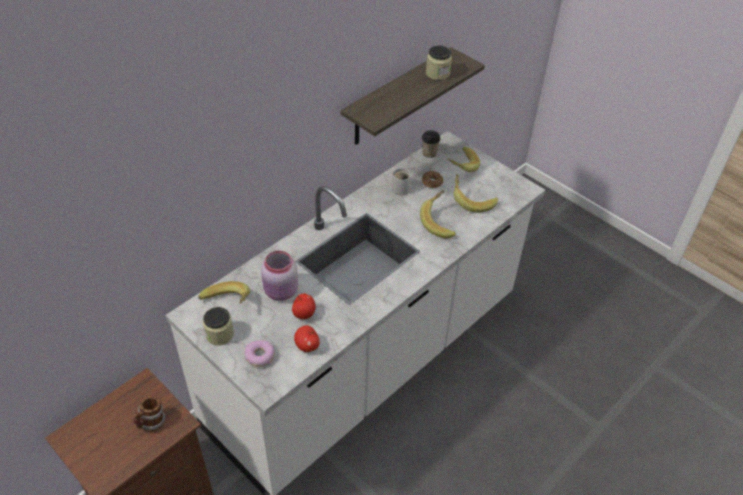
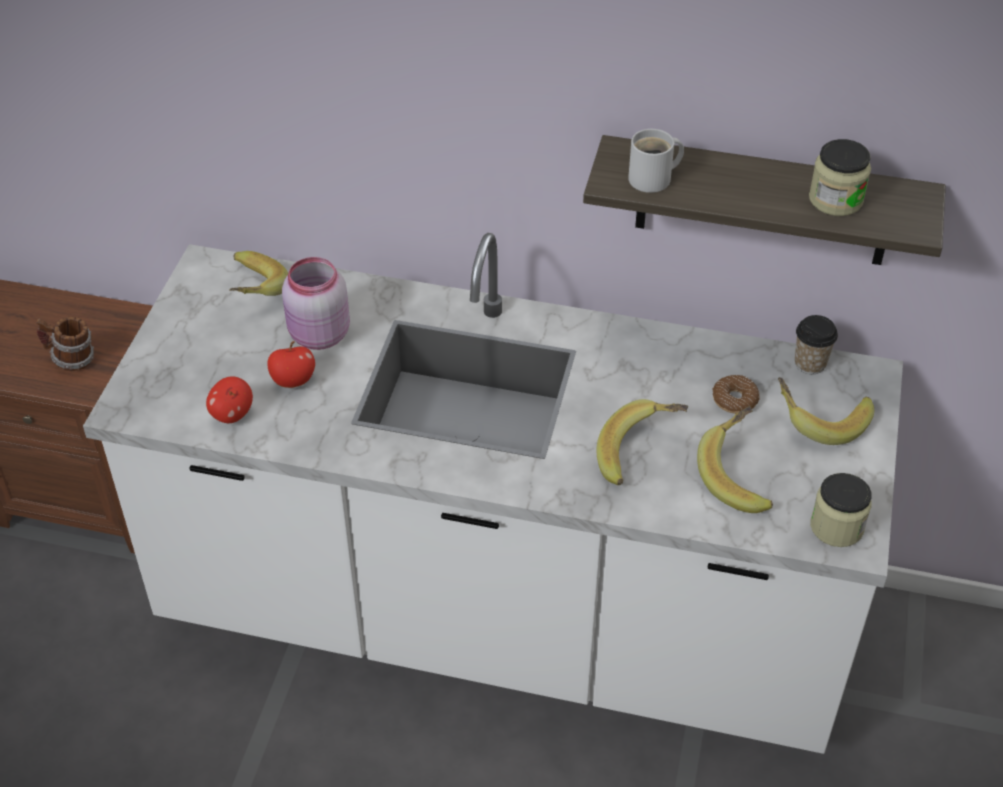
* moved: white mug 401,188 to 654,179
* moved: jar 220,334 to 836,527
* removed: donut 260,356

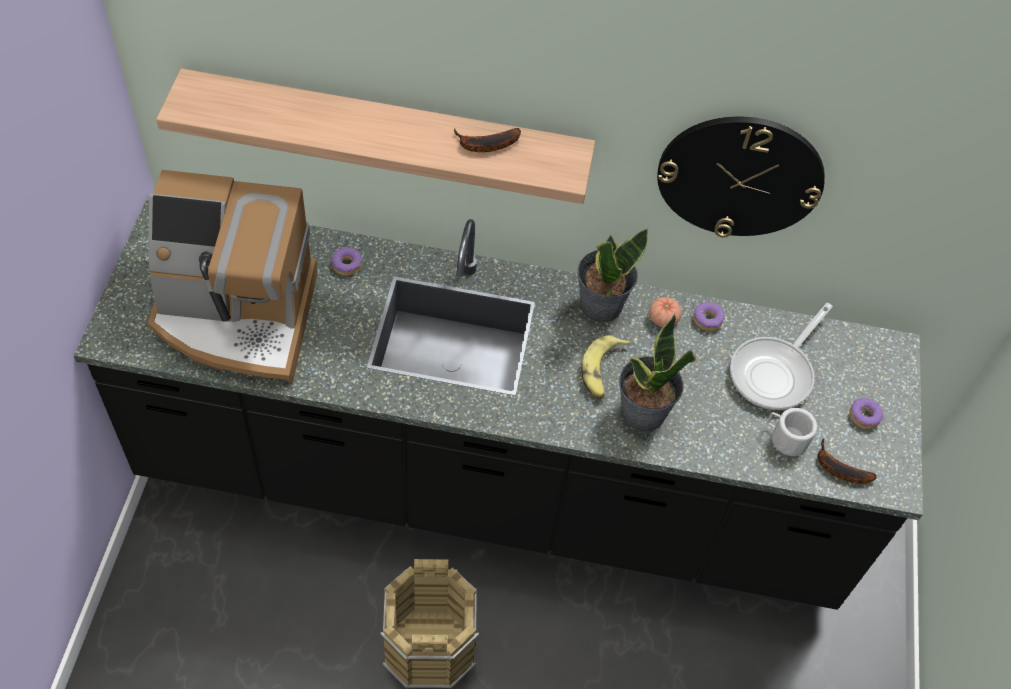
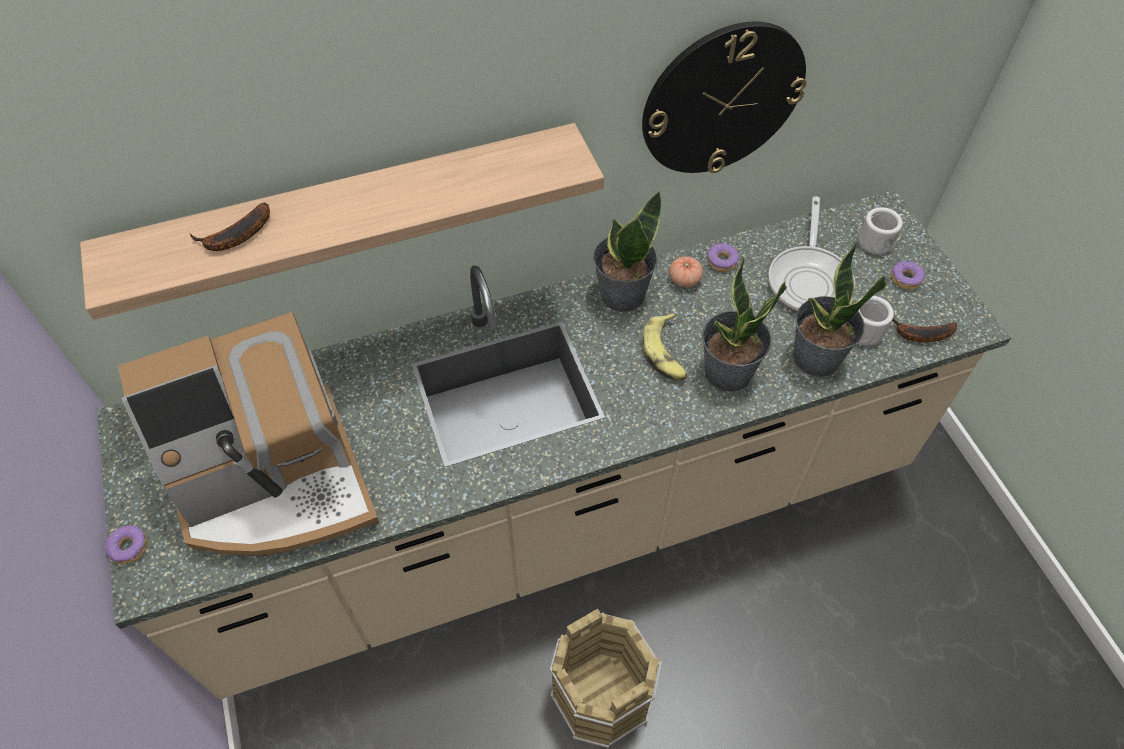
* moved: banana 485,145 to 235,237
* recoloured: black counter 490,486 to beige counter 562,517
* moved: donut 346,265 to 129,548
* added: white mug 878,240
* added: potted plant 815,358

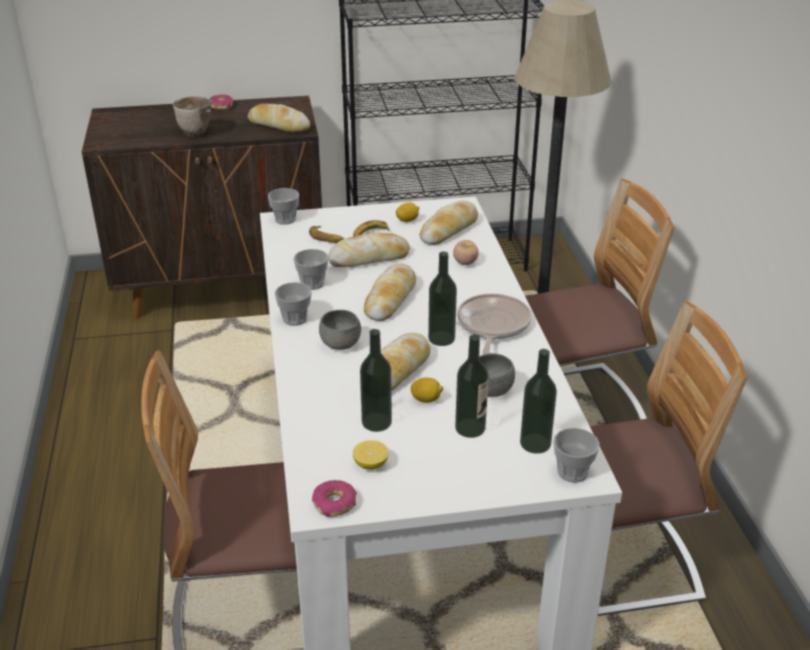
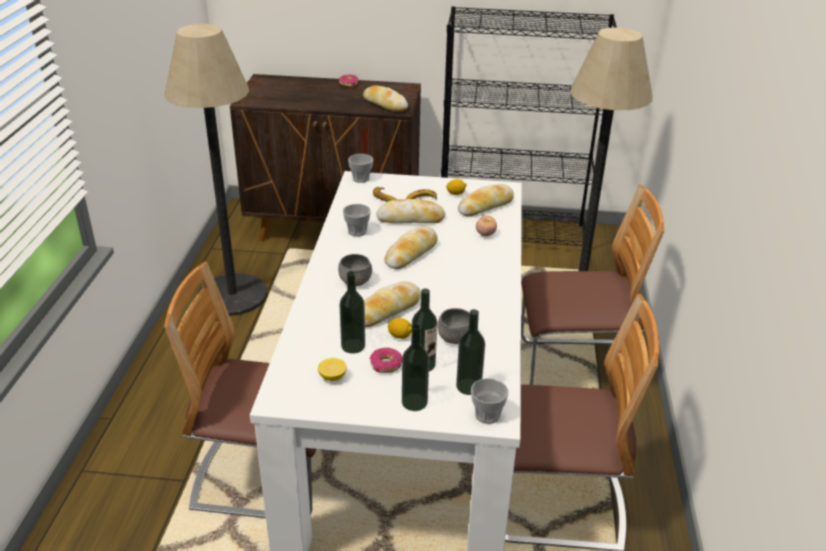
* removed: bowl 196,135
* moved: bottle 441,338 to 414,402
* removed: cup 295,319
* removed: frying pan 492,325
* moved: donut 335,504 to 386,365
* added: floor lamp 233,295

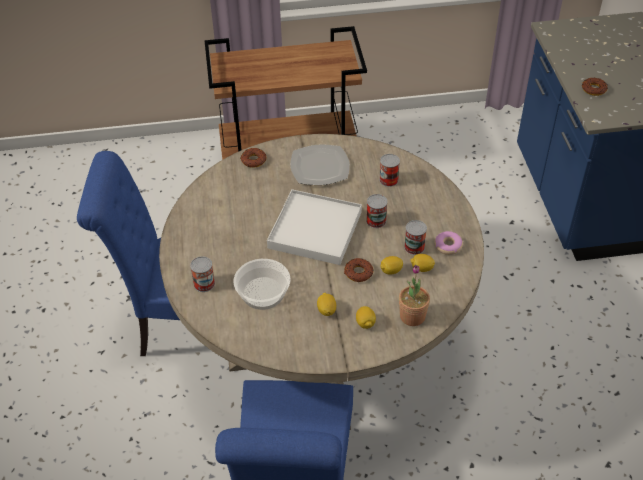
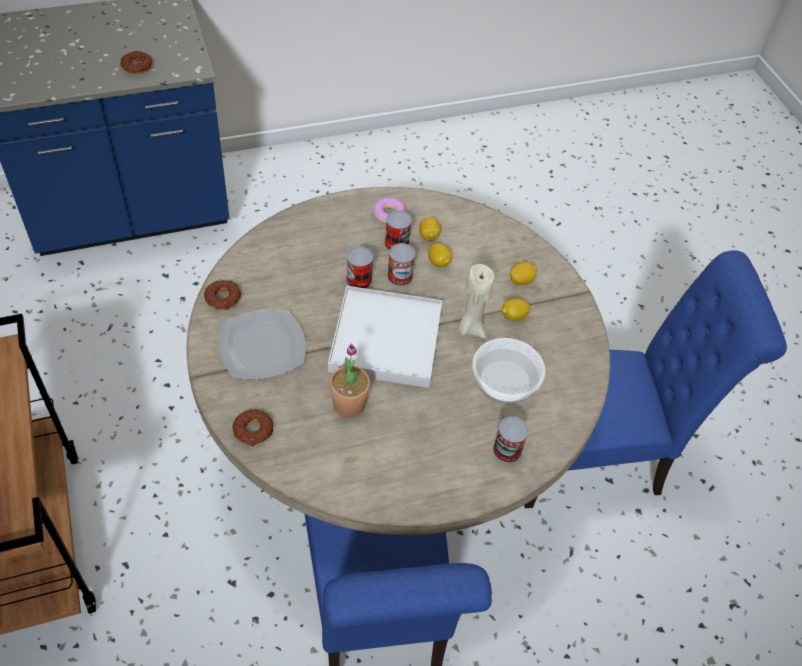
* moved: can 388,180 to 400,276
* moved: donut 358,273 to 223,298
* moved: potted plant 412,316 to 349,404
* added: beige candle 470,327

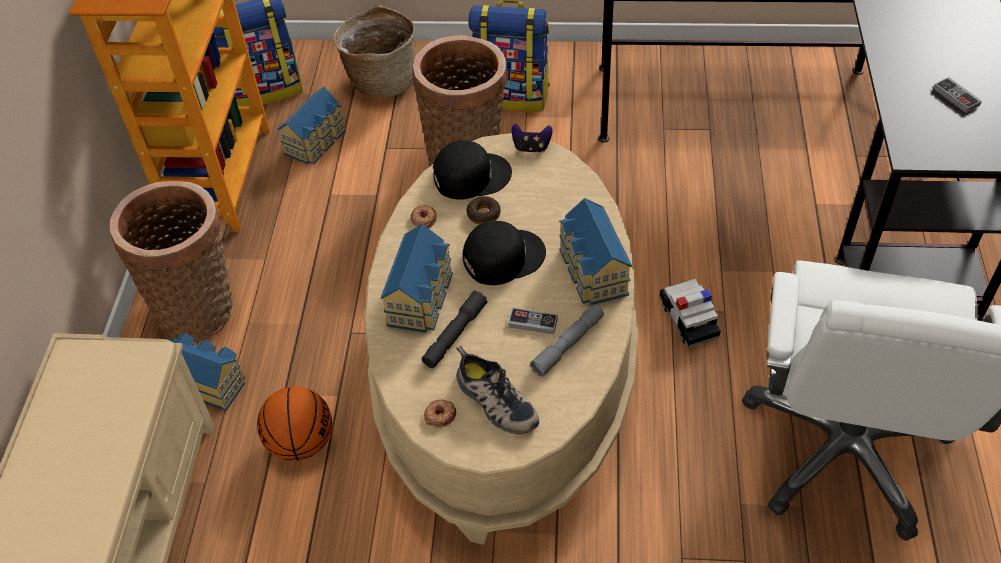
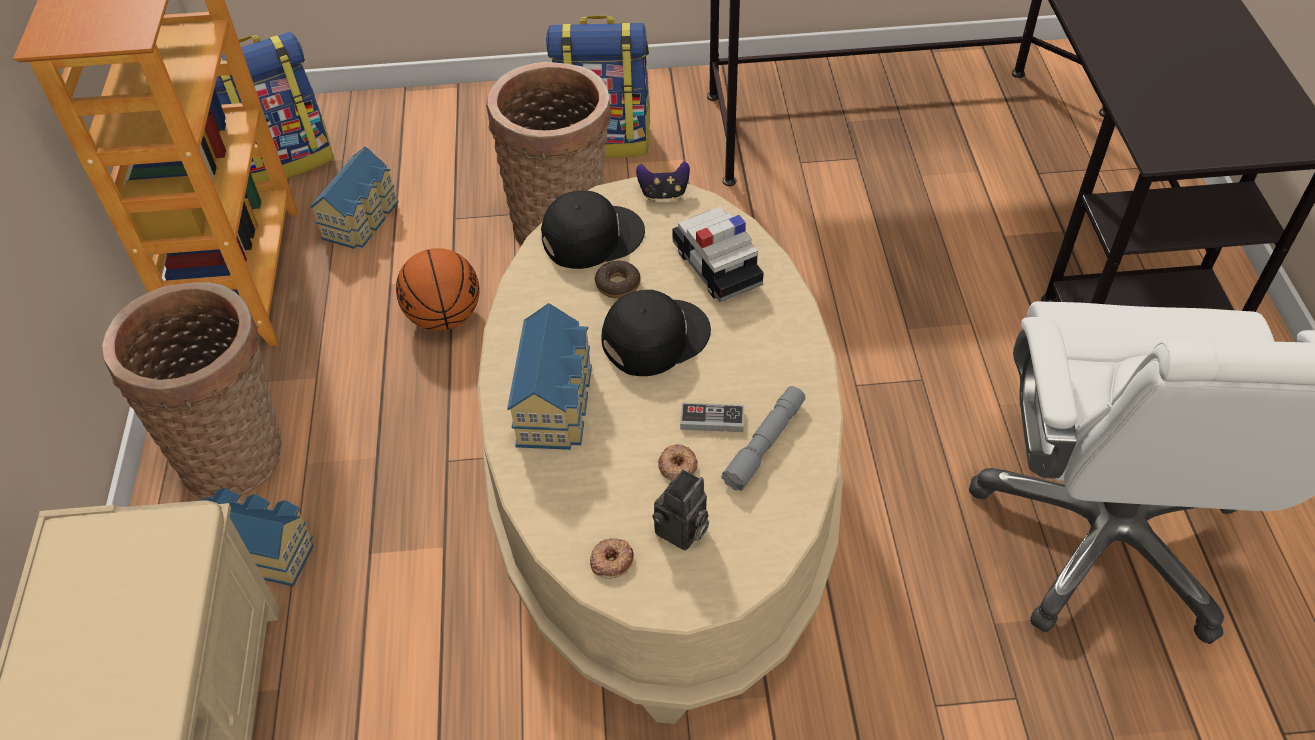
* removed: basket 381,80
* removed: game controller 956,97
* removed: toy house 591,272
* moved: donut 423,219 to 677,466
* moved: toy car 688,319 to 716,266
* removed: grey flashlight 455,334
* replaced: shoe 494,401 to photo camera 682,532
* moved: basketball 301,442 to 444,317

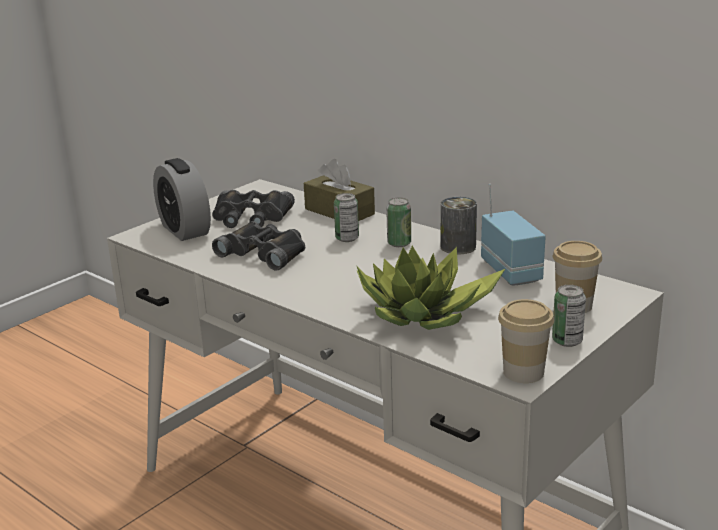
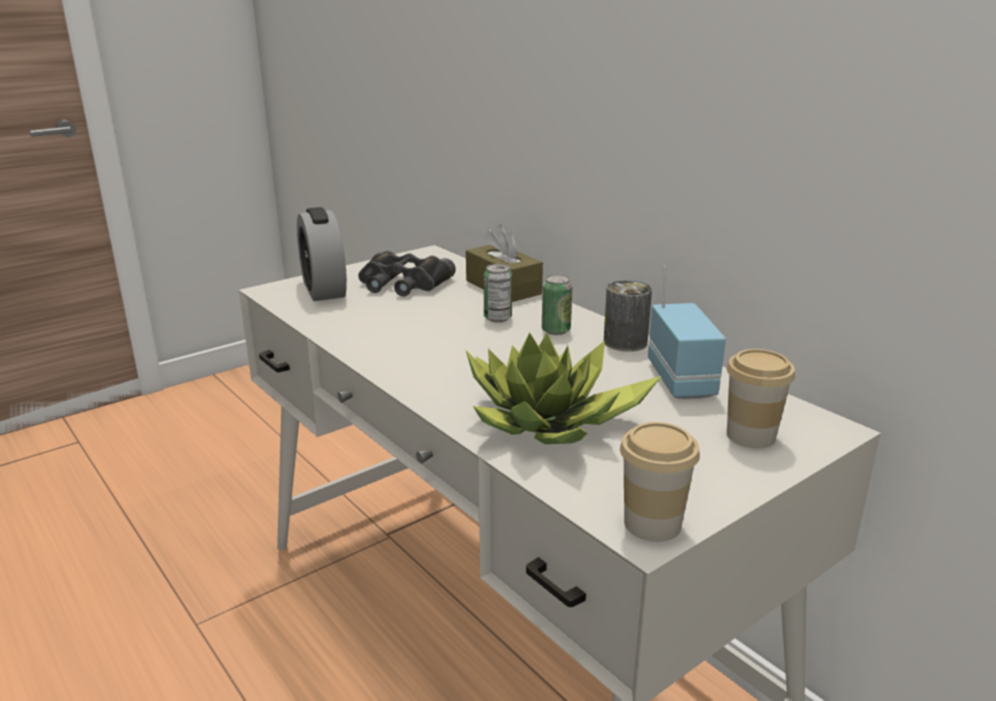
* removed: black binoculars 265,252
* removed: can 567,341

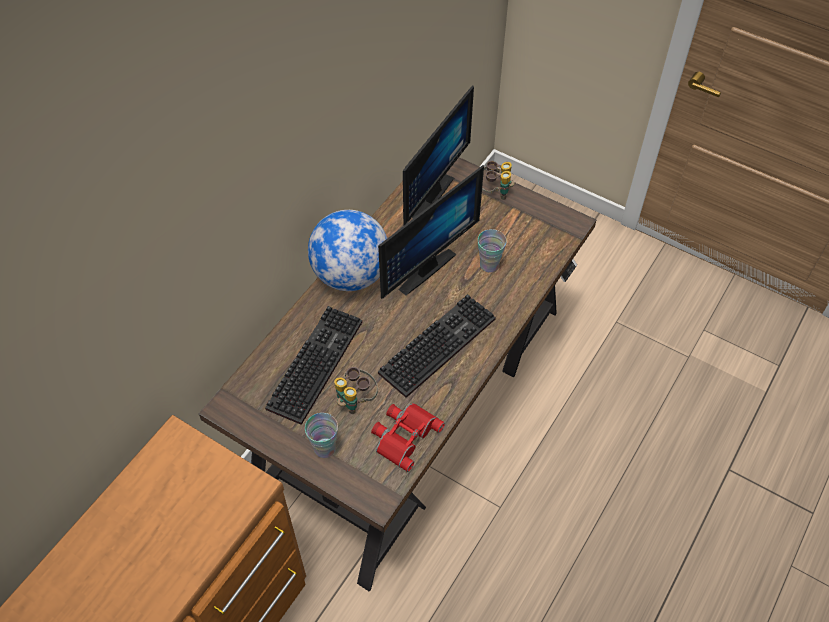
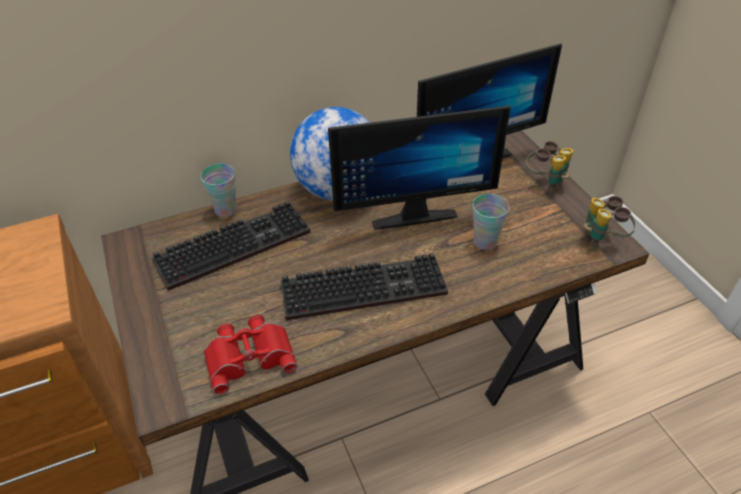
* moved: binoculars 356,400 to 602,239
* moved: cup 324,448 to 225,209

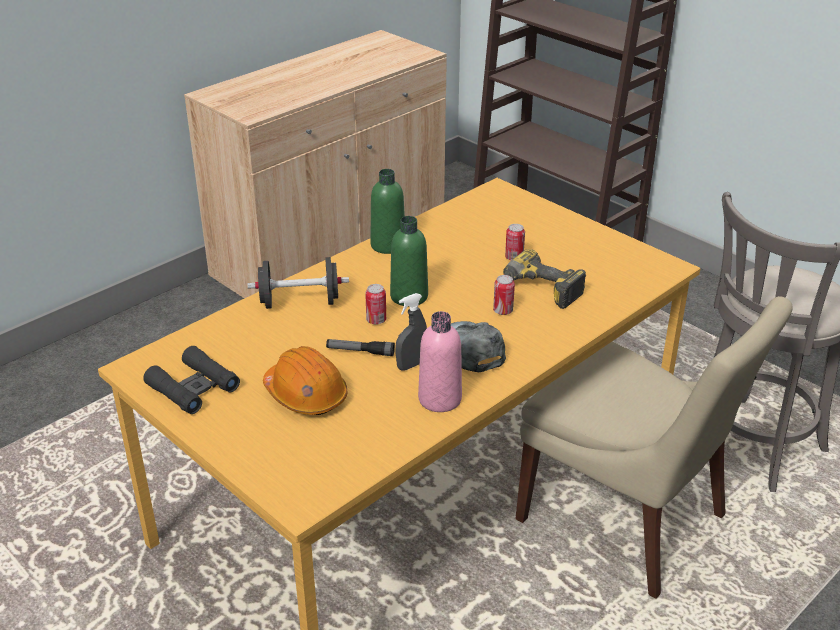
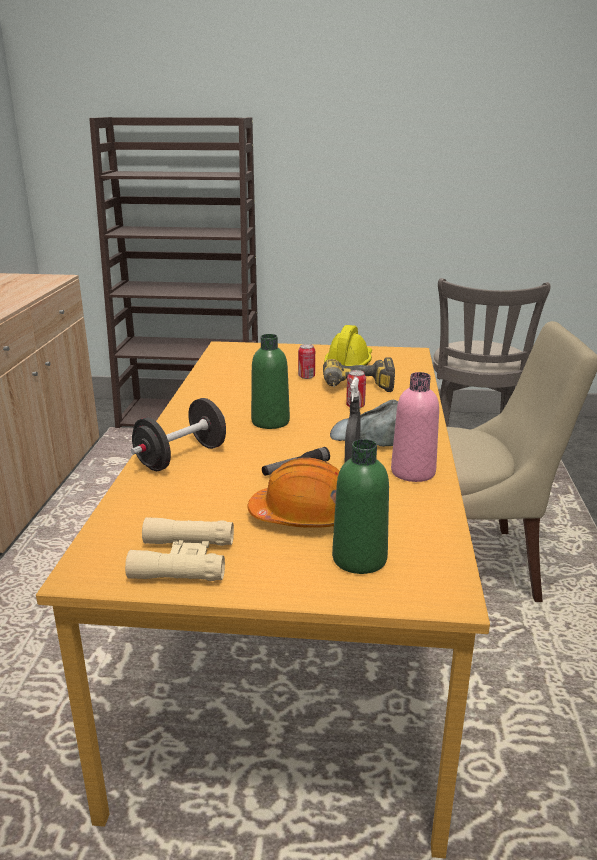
* moved: green bottle 388,245 to 359,558
* removed: can 376,320
* recoloured: black binoculars 193,387 to beige binoculars 183,559
* added: yellow hard hat 349,363

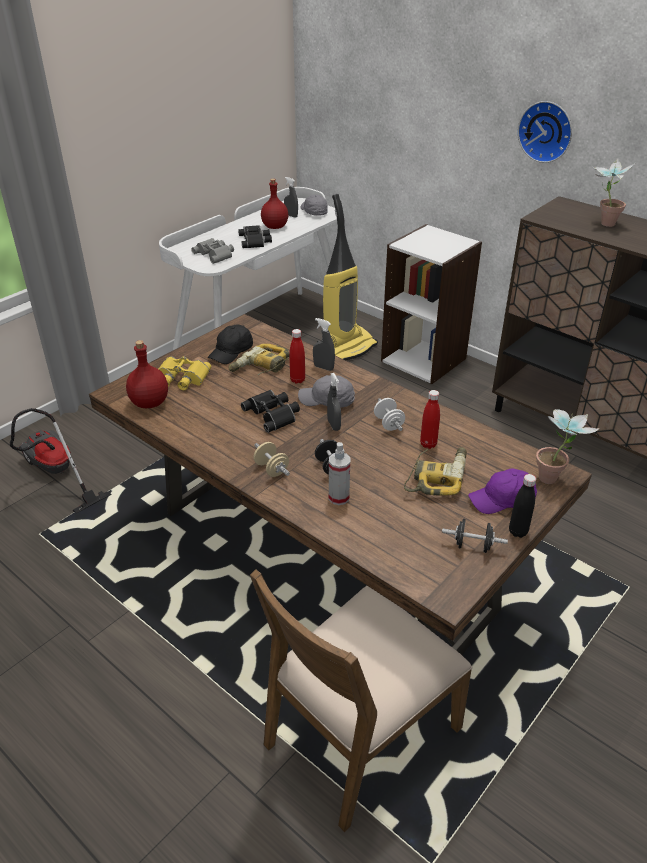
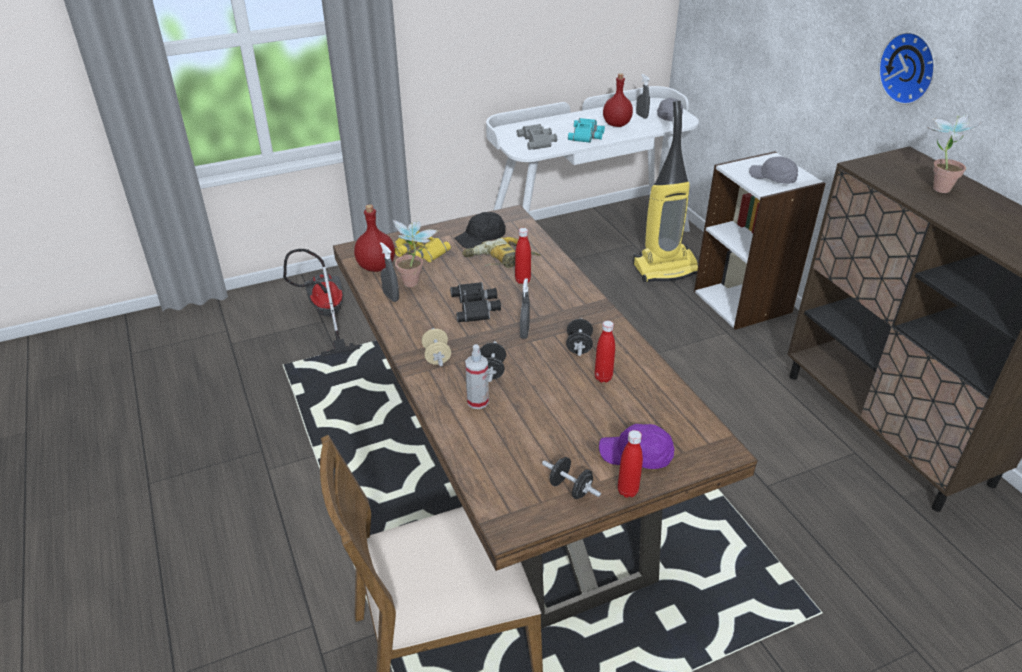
* recoloured: black binoculars 255,241 to turquoise binoculars 587,135
* moved: grey spray bottle 323,367 to 391,296
* moved: grey cap 327,401 to 773,178
* recoloured: white dumbbell 388,424 to black dumbbell 579,346
* moved: potted plant 554,478 to 416,284
* removed: power drill 436,476
* recoloured: black bottle 518,532 to red bottle 627,491

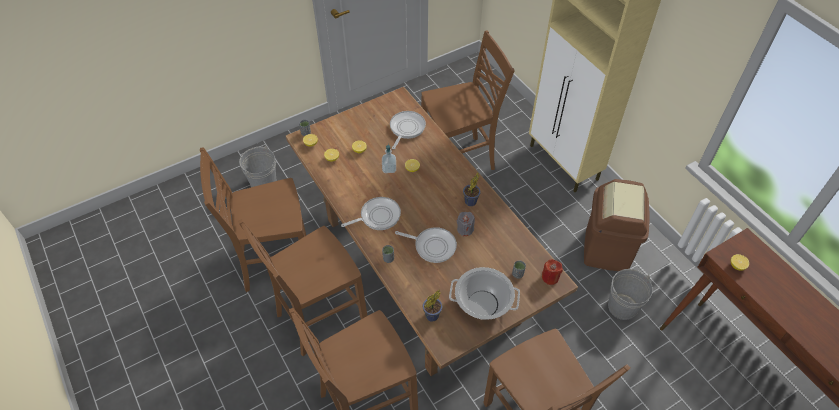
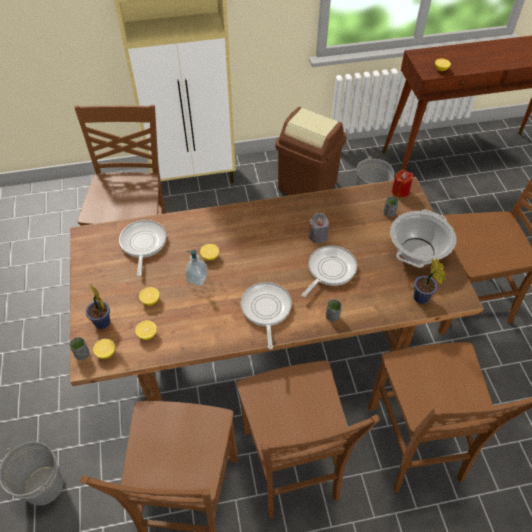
* turned: frying pan 406,129 = 143,244 45 degrees clockwise
* moved: potted plant 469,203 to 103,324

